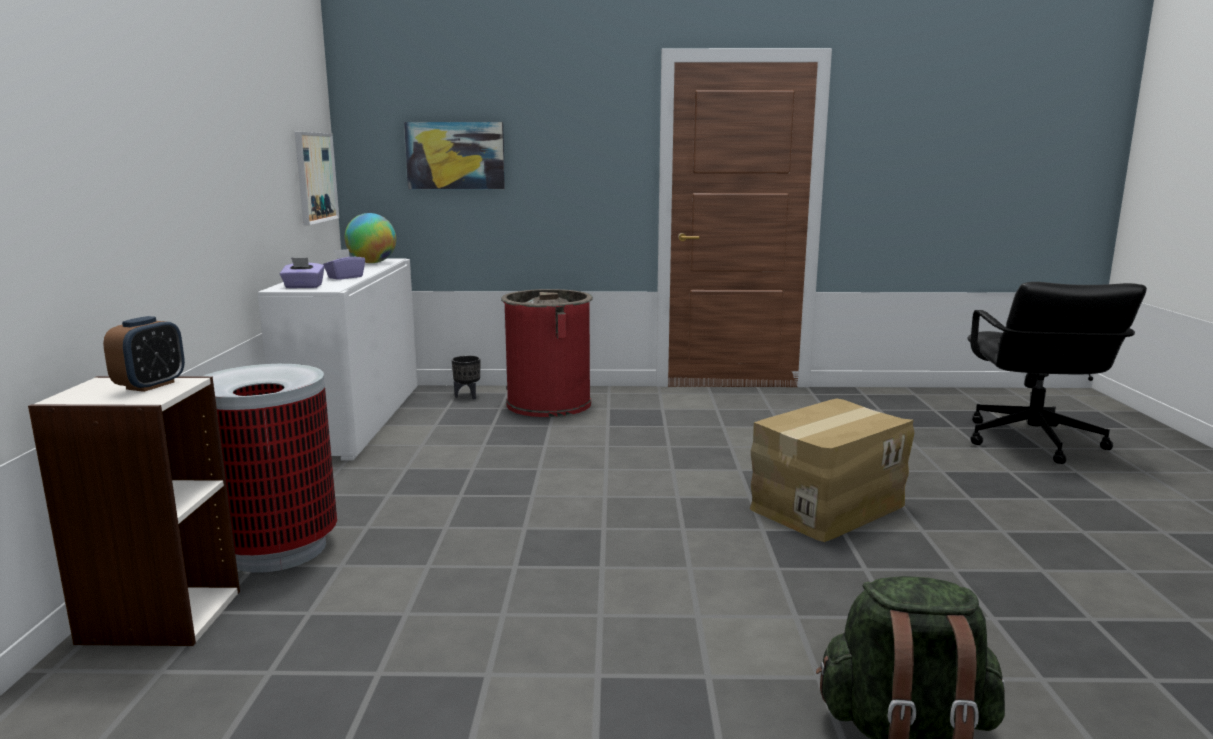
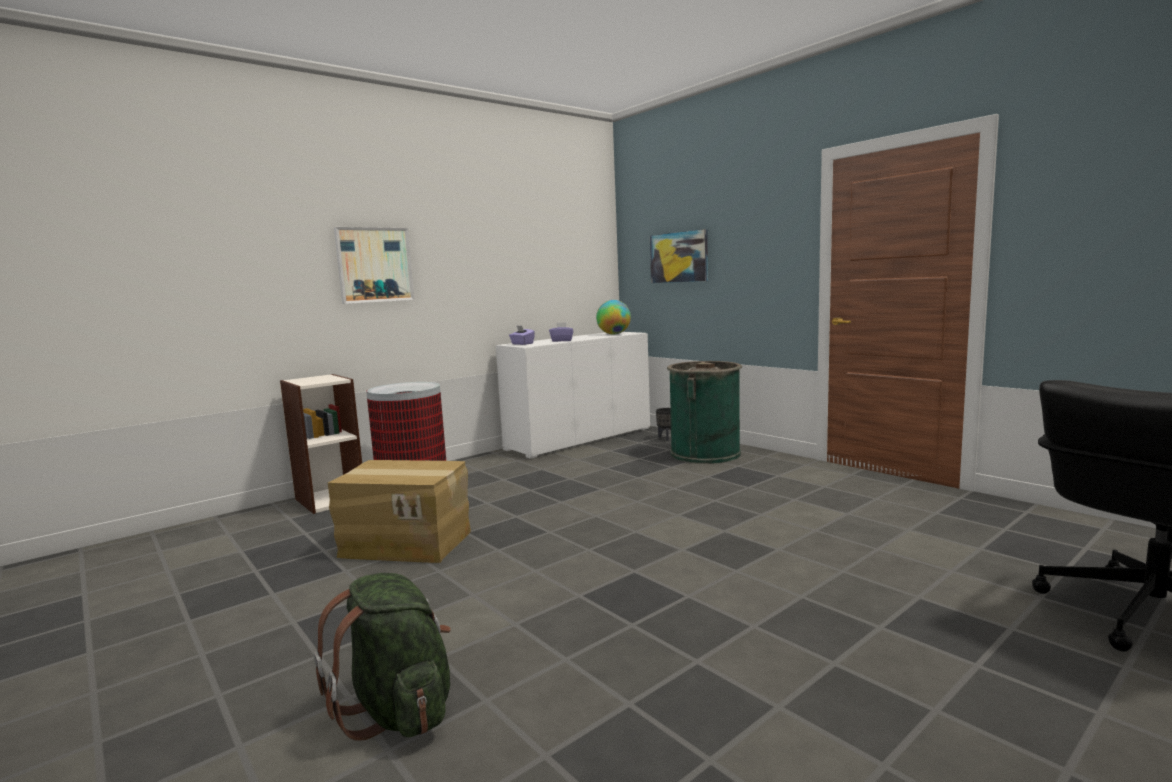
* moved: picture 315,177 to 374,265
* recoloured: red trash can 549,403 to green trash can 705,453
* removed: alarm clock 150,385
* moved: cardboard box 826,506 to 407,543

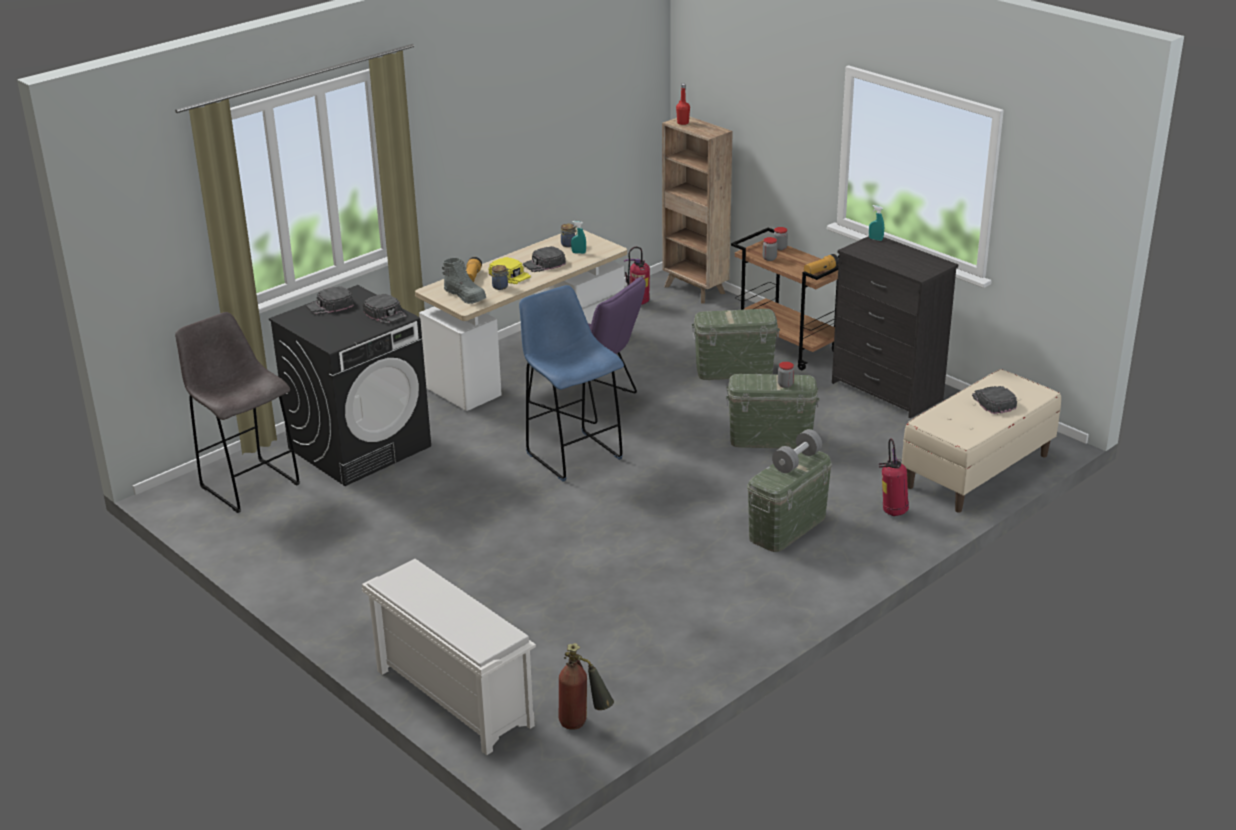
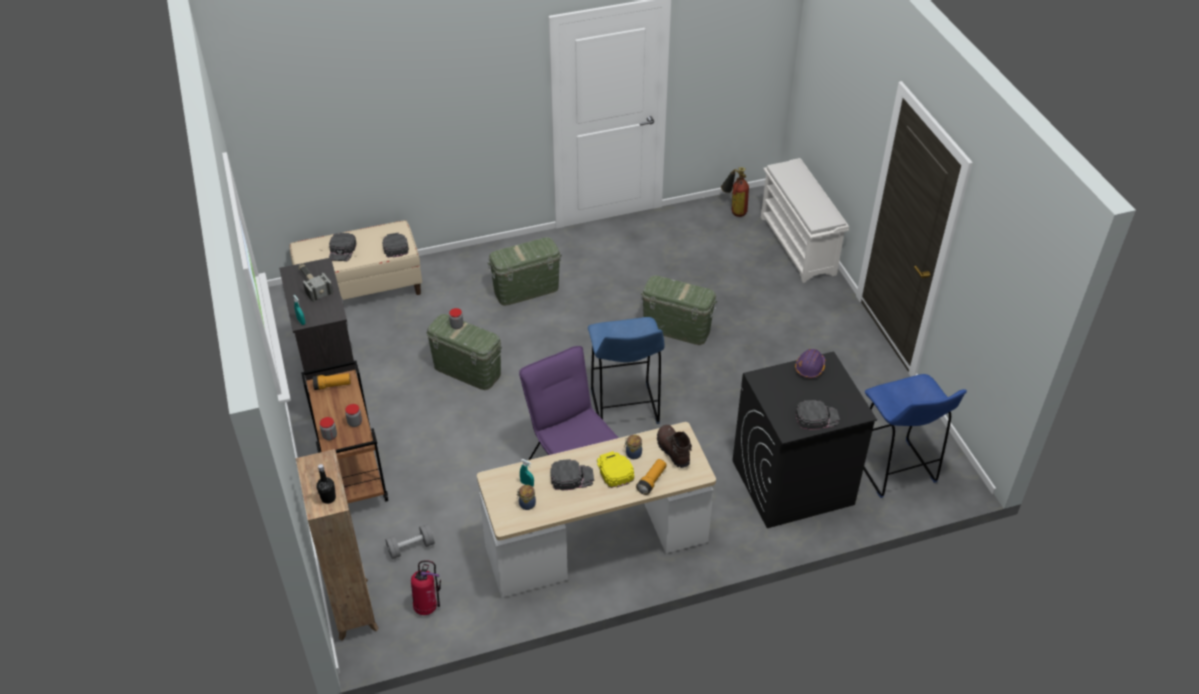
* recoloured: red bottle 683,123 to black bottle 328,498
* recoloured: grey boot 465,296 to brown boot 672,450
* moved: black cap 385,314 to 395,246
* moved: green storage box 734,370 to 677,328
* recoloured: grey stool 248,484 to blue stool 895,470
* moved: grey dumbbell 796,461 to 411,547
* removed: fire extinguisher 892,511
* added: hammer 313,285
* added: purple hard hat 810,367

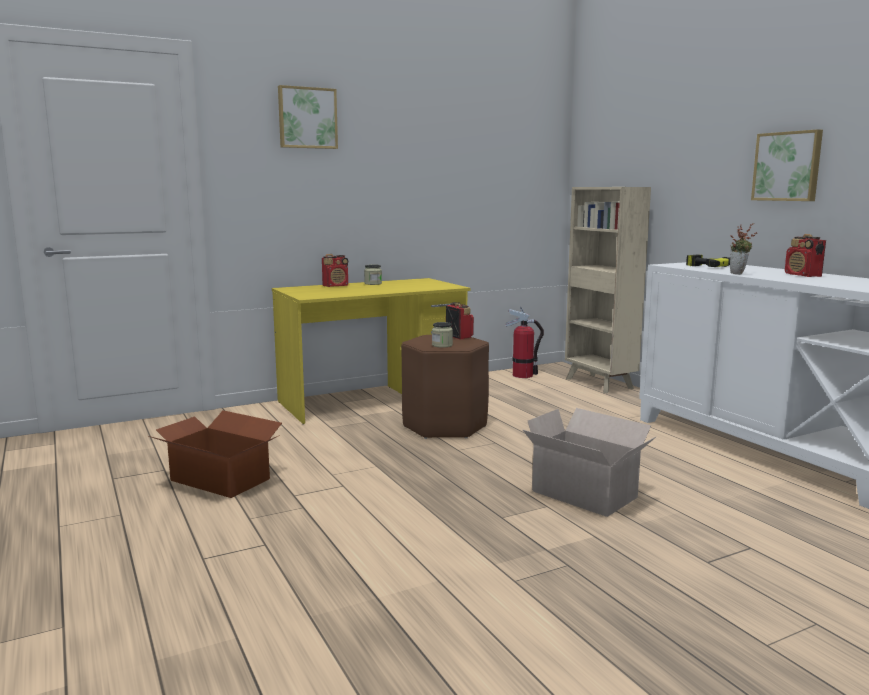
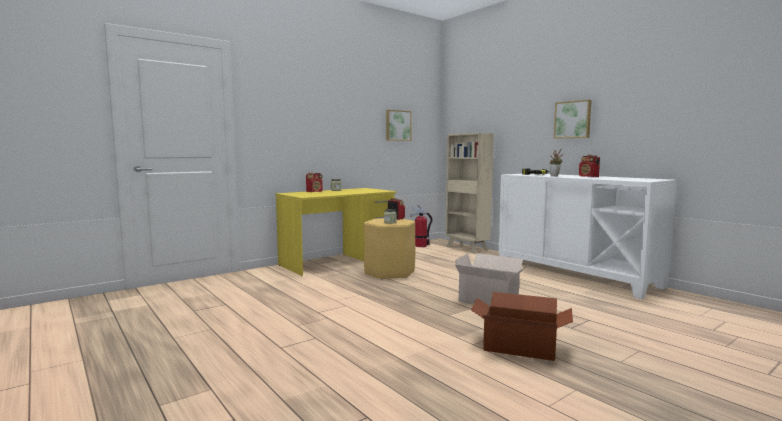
* moved: picture 307,118 to 397,125
* recoloured: brown stool 444,426 to yellow stool 389,273
* moved: cardboard box 220,479 to 519,346

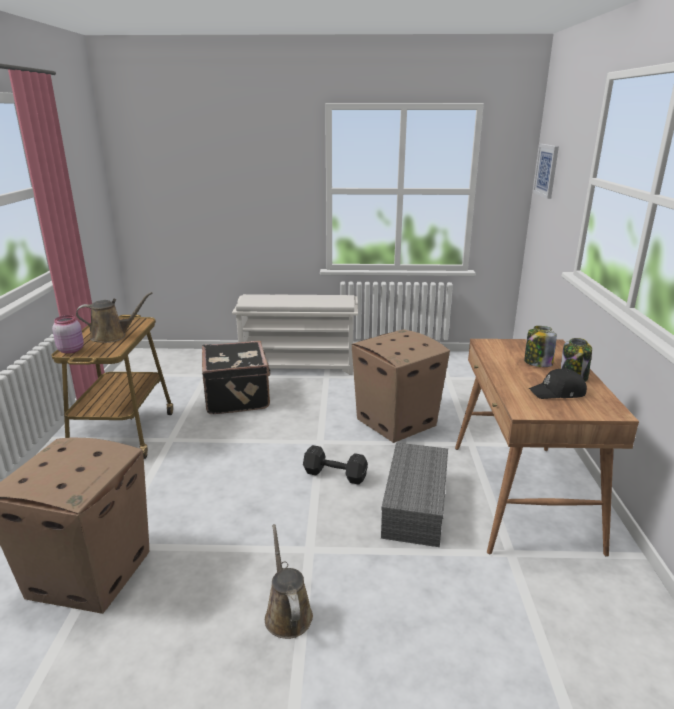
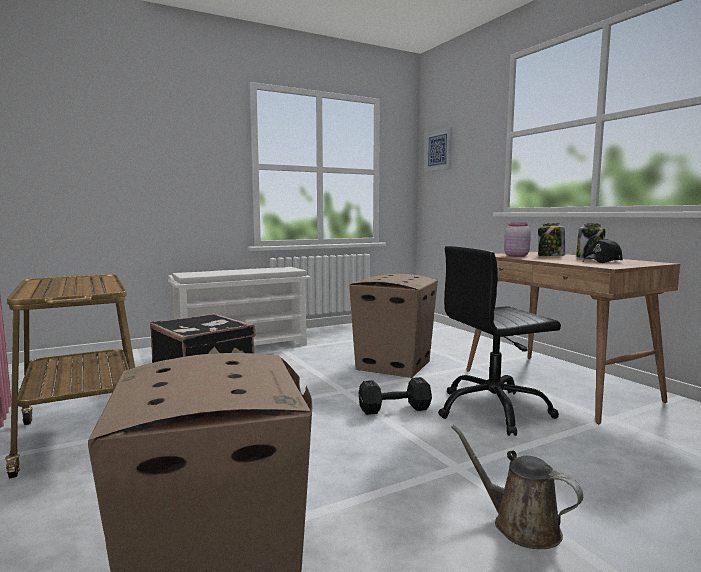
* removed: brown watering can 112,336
* moved: pink jar 72,350 to 516,256
* replaced: grey storage box 414,504 to black office chair 493,410

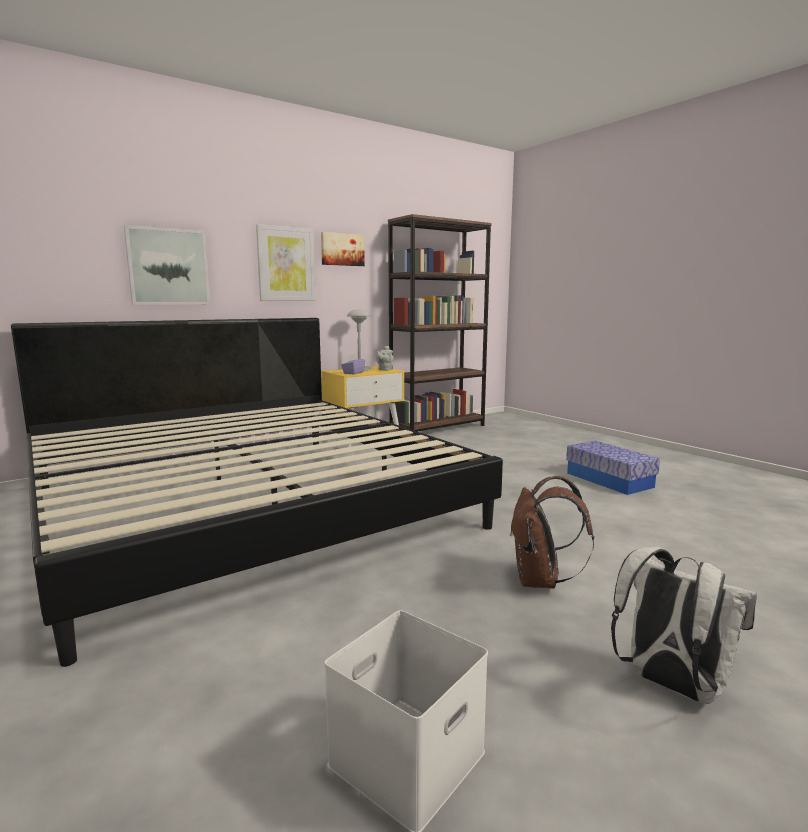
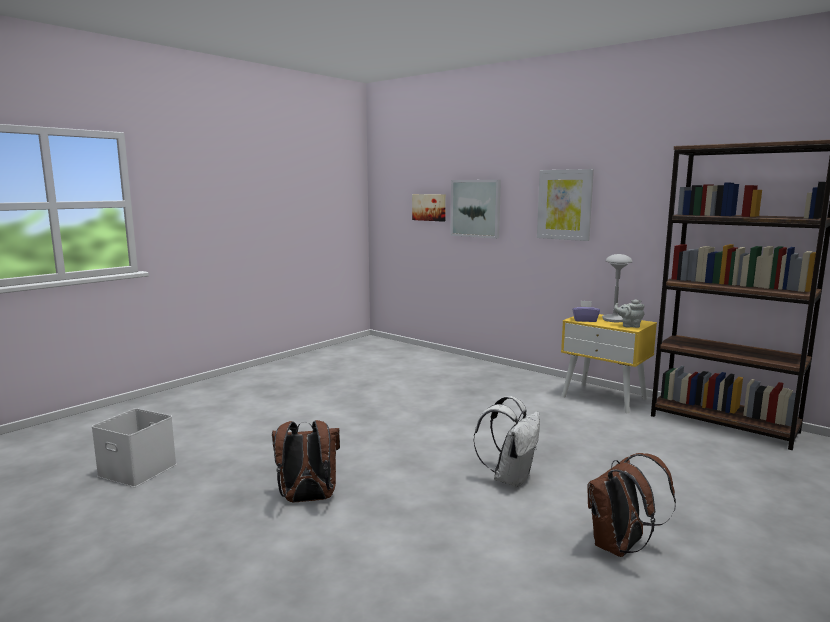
* moved: picture 342,249 to 429,207
* removed: bed 245,505
* replaced: storage box 609,480 to brown backpack 620,548
* moved: white backpack 670,685 to 510,478

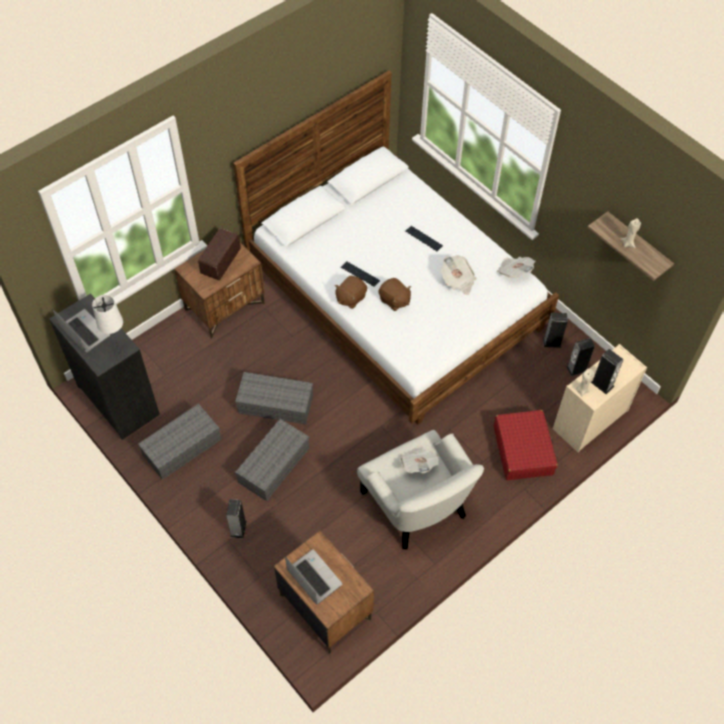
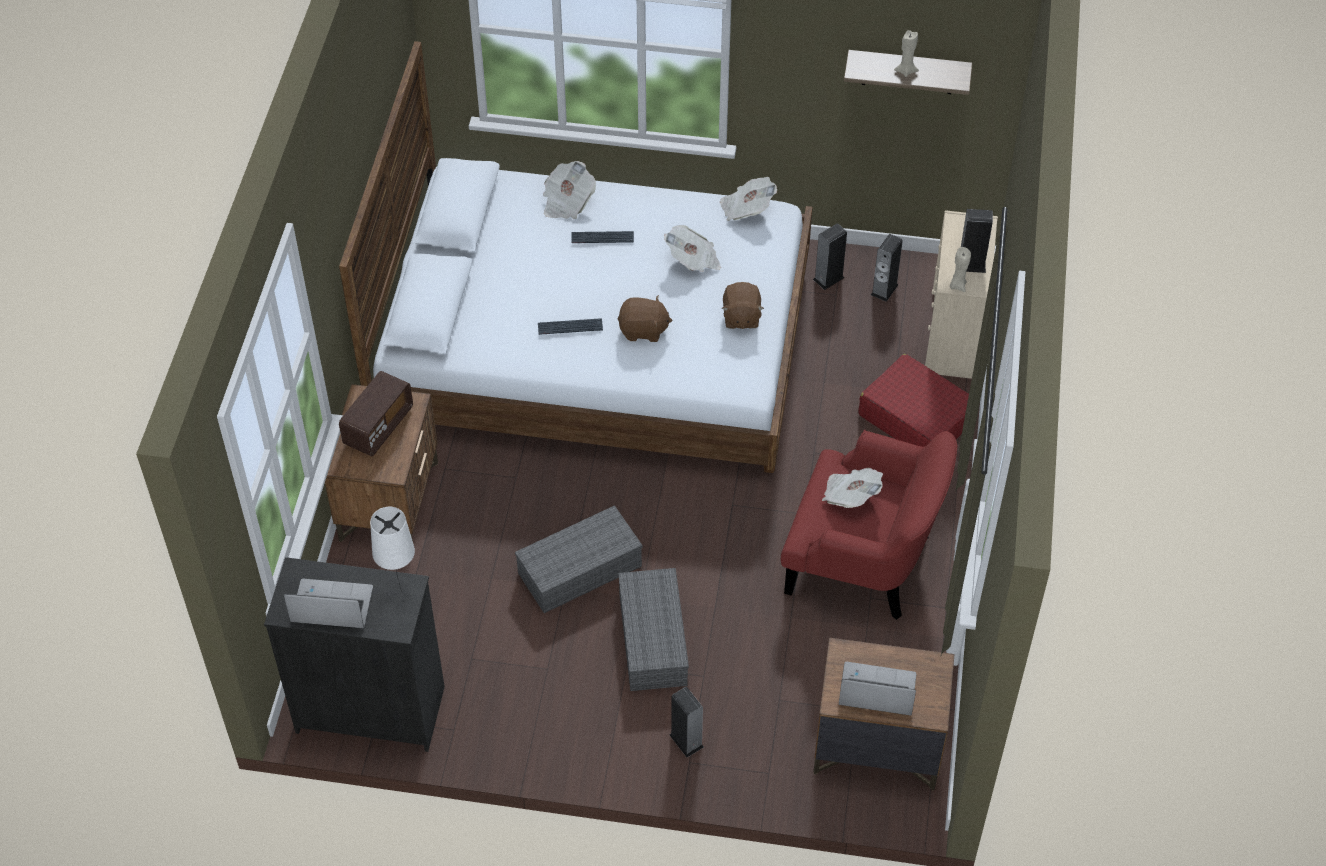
* turned: radio 221,262 = 378,427 135 degrees counterclockwise
* moved: brown plush toy 350,298 to 741,317
* removed: grey storage box 181,448
* recoloured: white armchair 417,505 to red armchair 863,561
* added: newspaper 567,202

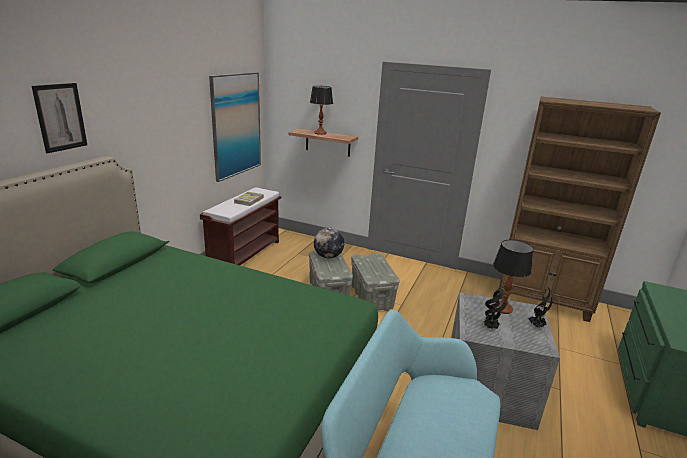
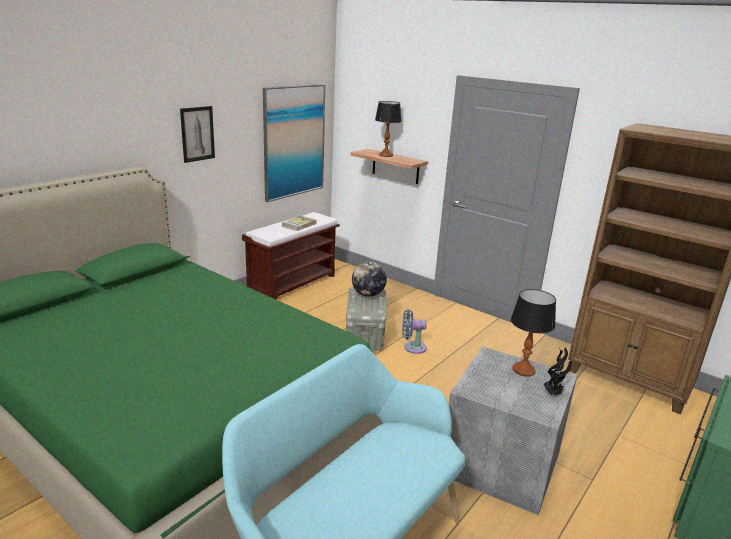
* moved: picture 60,117 to 197,134
* replaced: grey storage box 372,297 to blue fan 412,347
* removed: potted plant 490,328

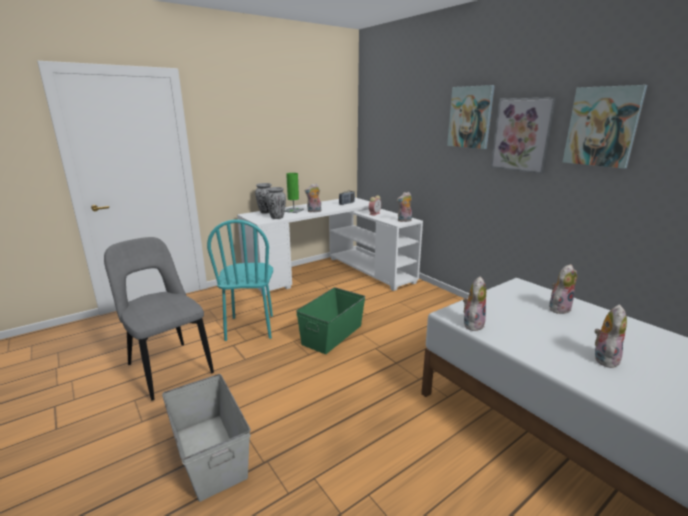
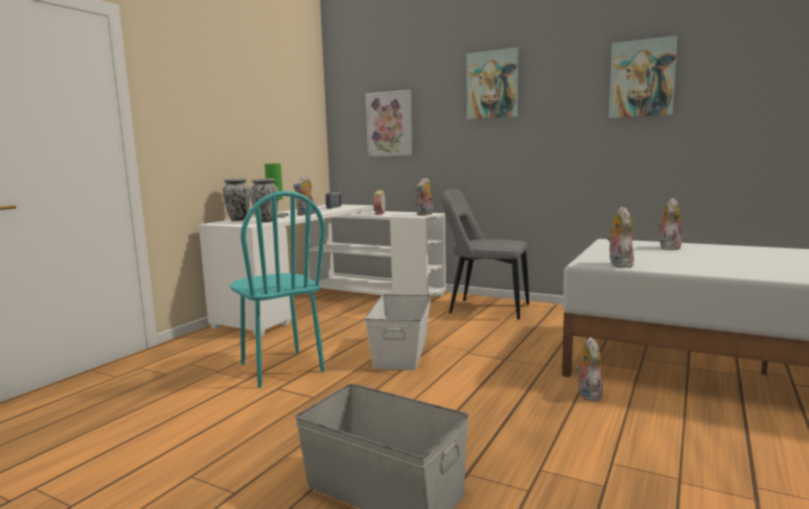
* moved: picture 522,135 to 390,124
* moved: grey chair 168,367 to 485,309
* recoloured: green storage box 331,334 to white storage box 400,352
* moved: plush toy 603,358 to 587,394

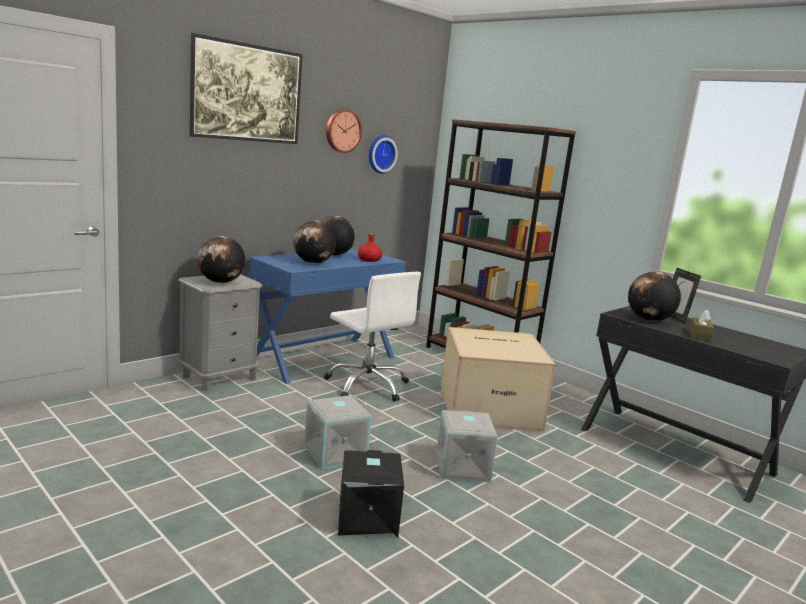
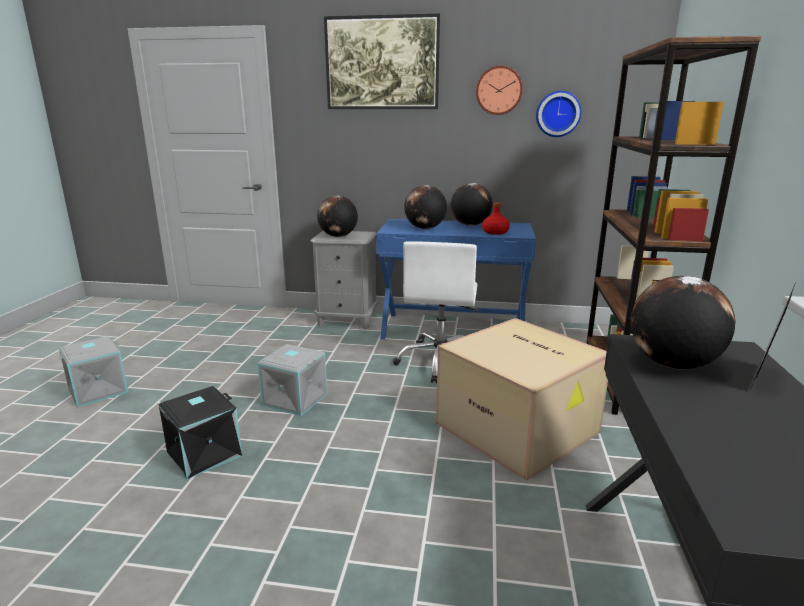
* removed: brown tissue box 699,335
* moved: grey storage box 461,467 to 98,390

